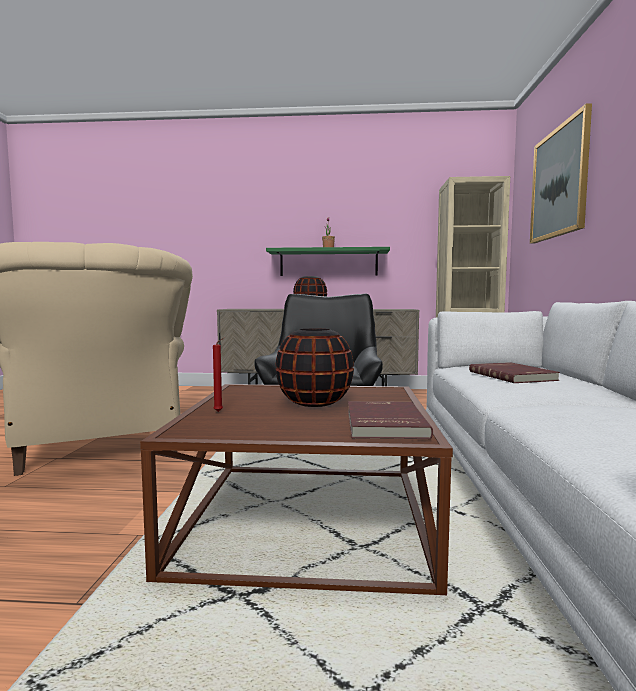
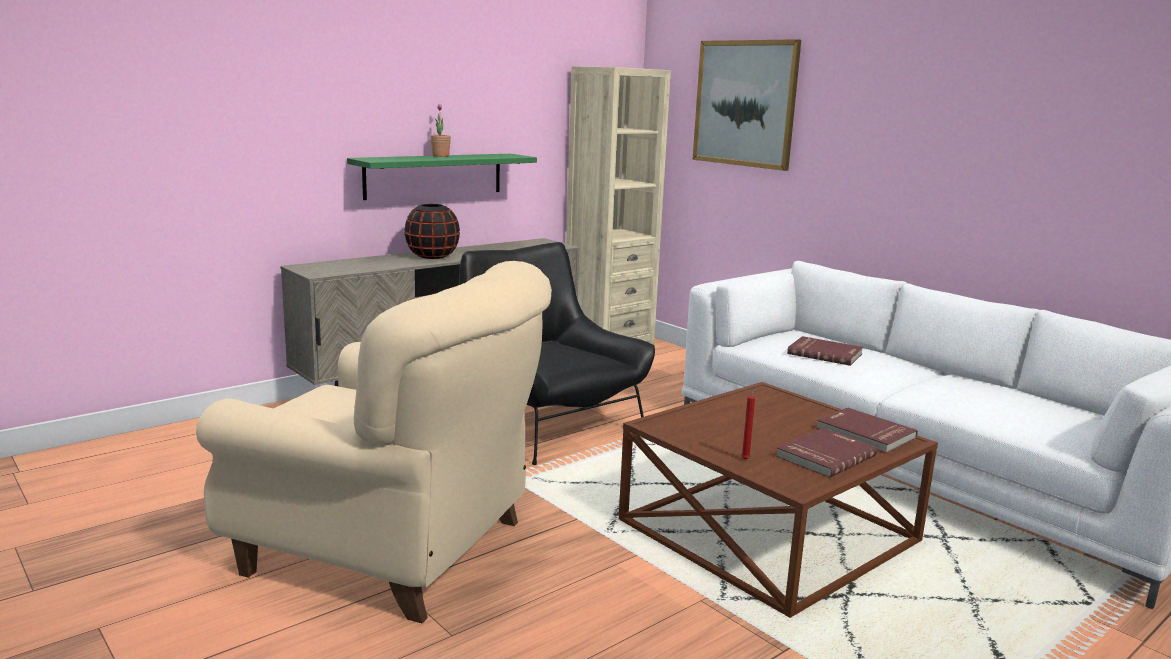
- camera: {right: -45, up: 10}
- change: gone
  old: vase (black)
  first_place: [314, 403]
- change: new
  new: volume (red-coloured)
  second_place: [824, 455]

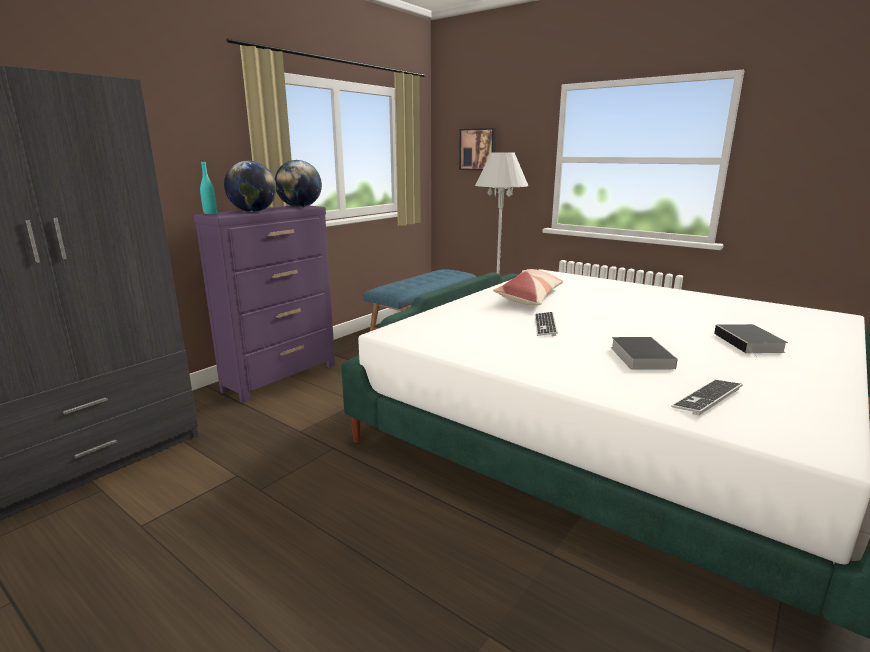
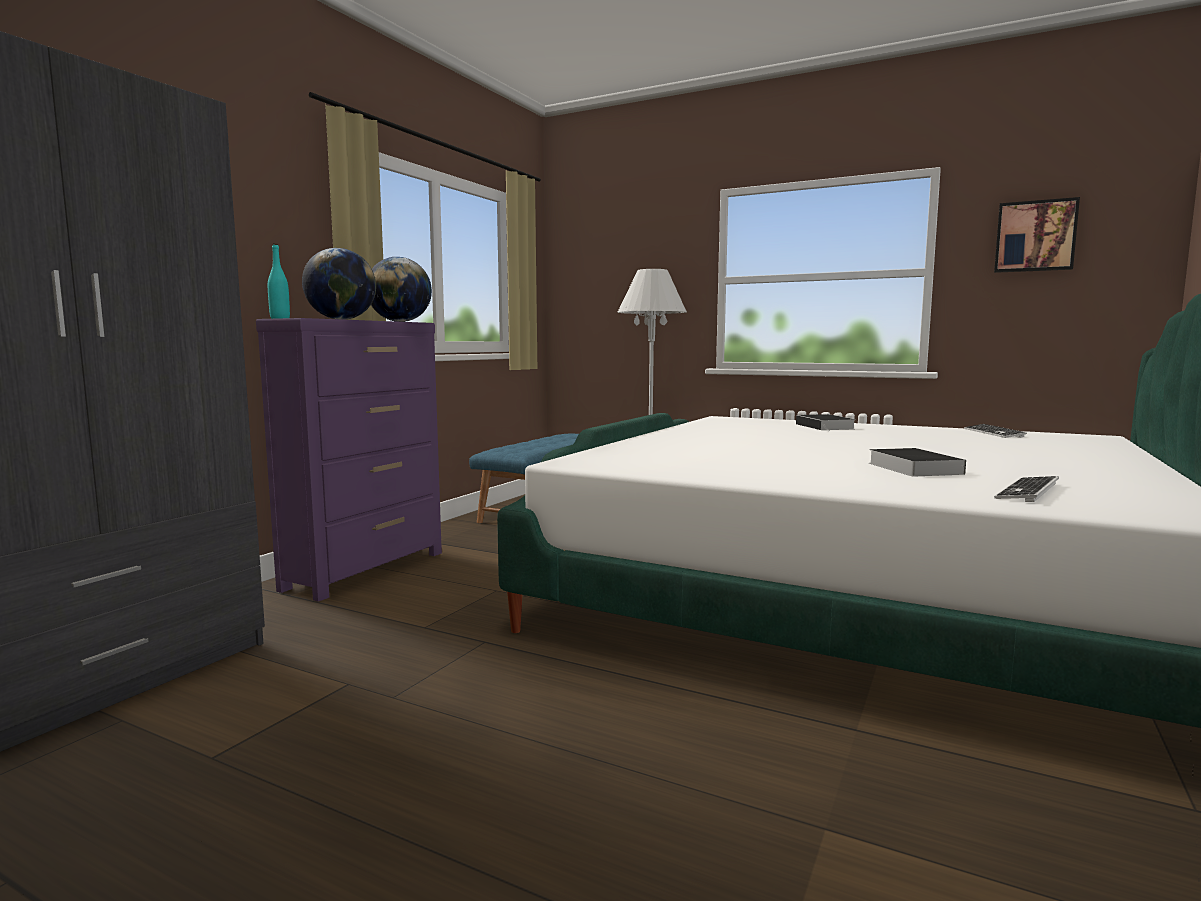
- camera: {right: -10, up: -10}
- change: shifted
  old: wall picture
  first_place: [478, 149]
  second_place: [1035, 236]
- change: gone
  old: cushion
  first_place: [530, 297]
- change: shifted
  old: keyboard
  first_place: [545, 325]
  second_place: [993, 433]
- change: shifted
  old: volume
  first_place: [750, 343]
  second_place: [826, 427]

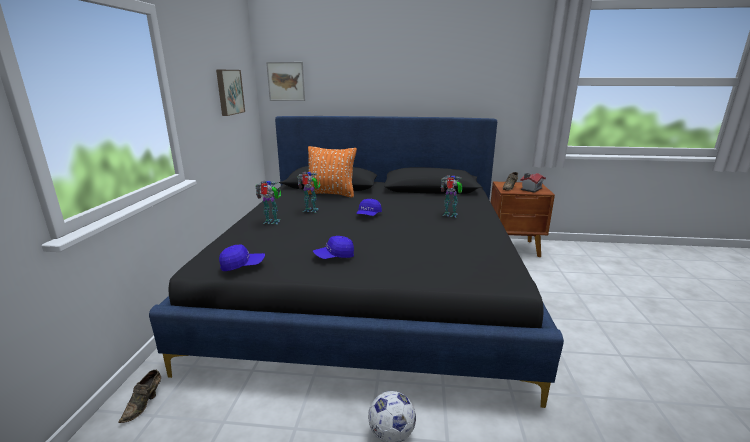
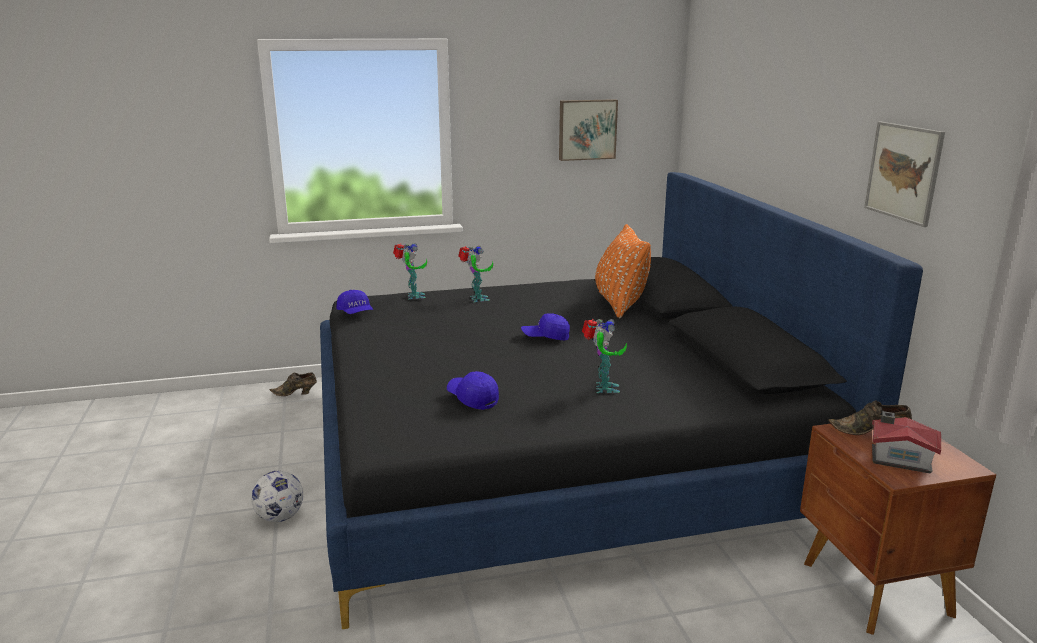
- camera: {right: 70, up: 0}
- change: shifted
  old: wall picture
  first_place: [286, 81]
  second_place: [903, 172]
- change: shifted
  old: model robot
  first_place: [311, 210]
  second_place: [413, 296]
- change: shifted
  old: cap (bluish)
  first_place: [334, 256]
  second_place: [472, 398]

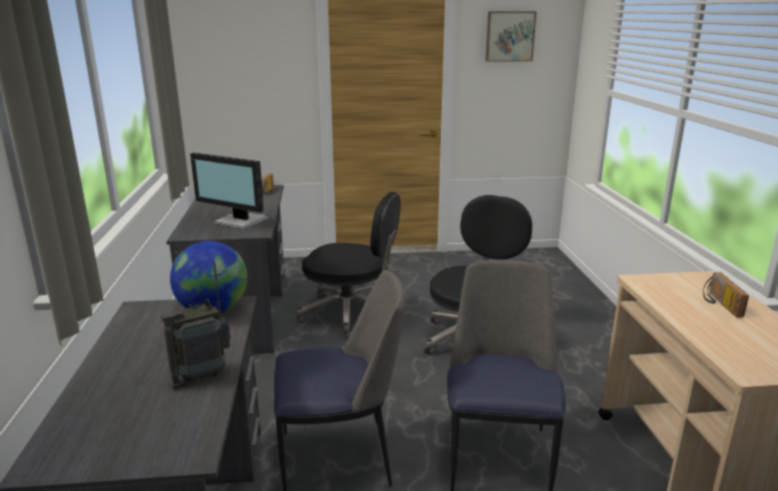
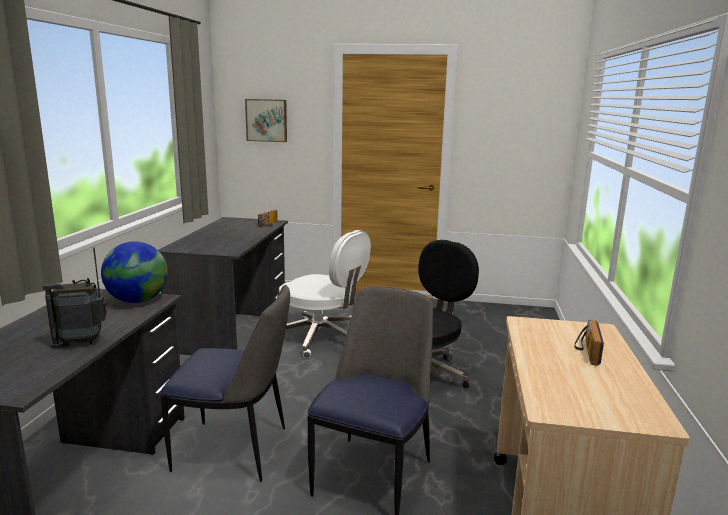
- camera: {right: 15, up: -5}
- change: gone
  old: computer screen
  first_place: [240, 221]
- change: repainted
  old: office chair (black)
  new: office chair (white-coloured)
  first_place: [351, 314]
  second_place: [321, 338]
- change: shifted
  old: wall picture
  first_place: [509, 36]
  second_place: [267, 120]

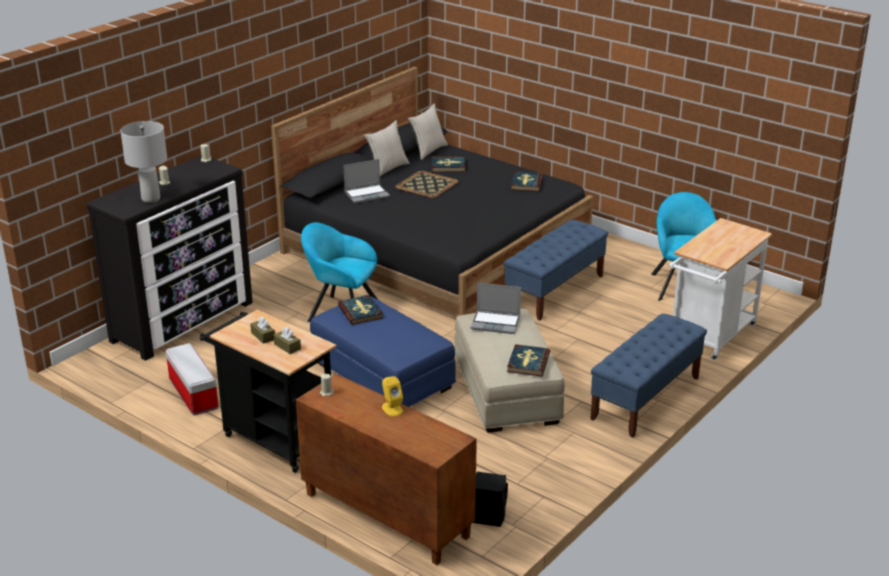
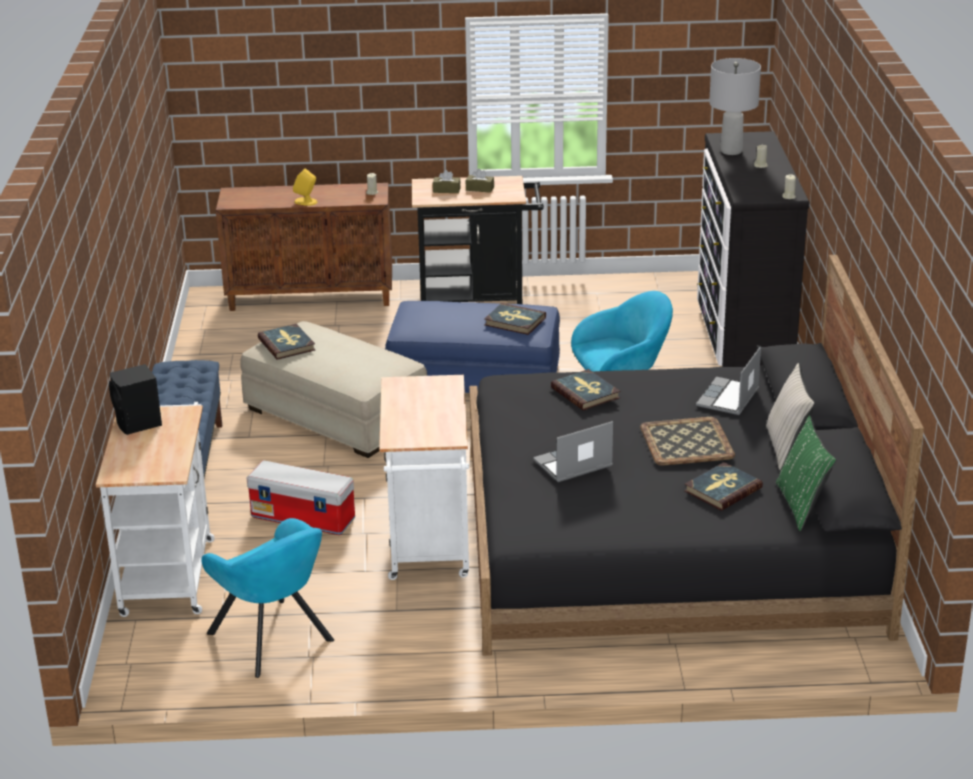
- camera: {right: 140, up: 0}
- change: shifted
  old: storage container
  first_place: [192, 393]
  second_place: [304, 518]
- change: repainted
  old: cushion (sand-coloured)
  new: cushion (green-coloured)
  first_place: [428, 151]
  second_place: [802, 505]
- change: shifted
  old: notebook computer
  first_place: [496, 323]
  second_place: [572, 464]
- change: shifted
  old: loudspeaker (black)
  first_place: [489, 515]
  second_place: [139, 424]
- change: swapped
  old: bench (bluish)
  new: wheeled cart (white-coloured)
  first_place: [555, 291]
  second_place: [429, 548]
- change: shifted
  old: volume
  first_place: [526, 183]
  second_place: [585, 393]

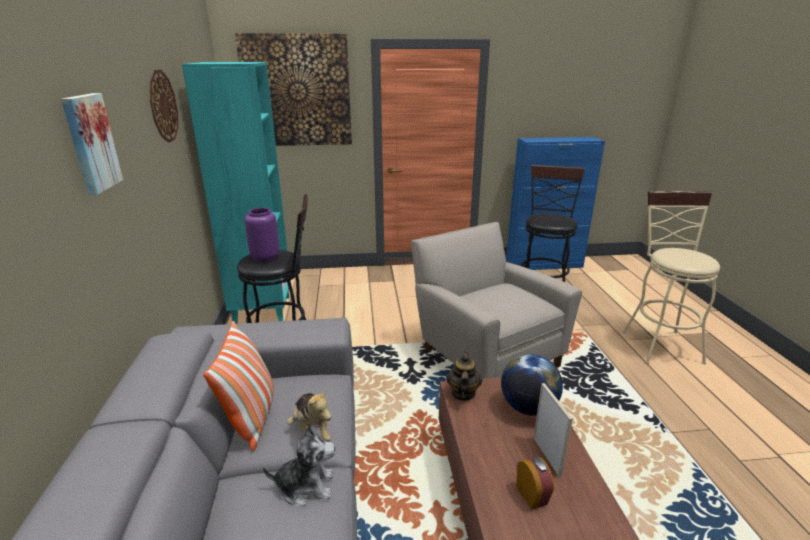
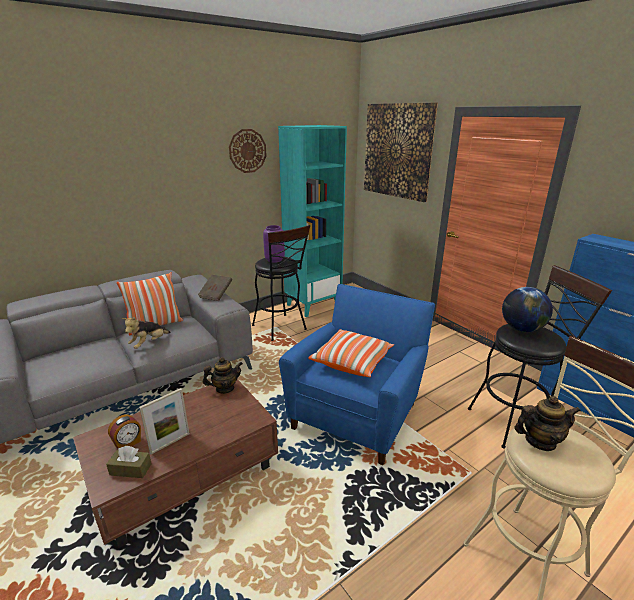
- camera: {right: 60, up: 0}
- change: gone
  old: wall picture
  first_place: [90, 143]
- change: gone
  old: cuddly toy
  first_place: [305, 486]
- change: repainted
  old: lounge chair (sand-coloured)
  new: lounge chair (bluish)
  first_place: [484, 353]
  second_place: [358, 412]
- change: shifted
  old: desk globe
  first_place: [528, 407]
  second_place: [522, 329]
- change: new
  new: box of tissues (brown)
  second_place: [130, 469]
- change: new
  new: volume (brown)
  second_place: [216, 294]
- change: new
  new: cushion
  second_place: [352, 361]
- change: new
  new: tea pot
  second_place: [540, 441]

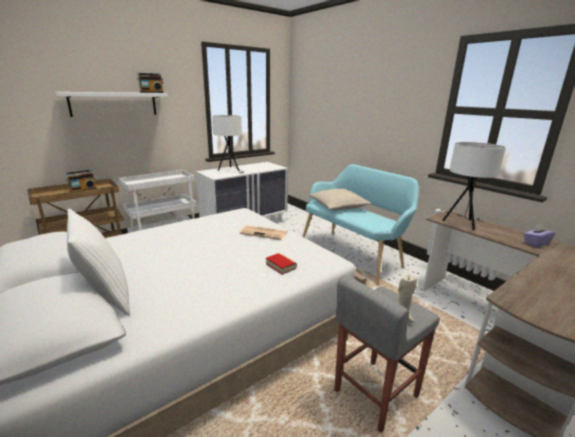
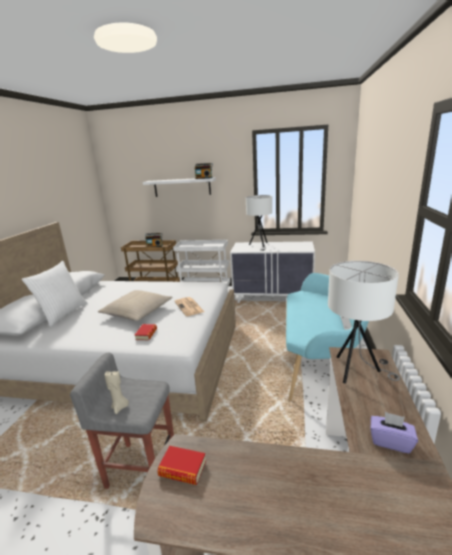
- camera: {right: 50, up: 0}
- change: shifted
  old: cushion (sand-coloured)
  first_place: [338, 206]
  second_place: [137, 311]
- change: new
  new: volume
  second_place: [182, 468]

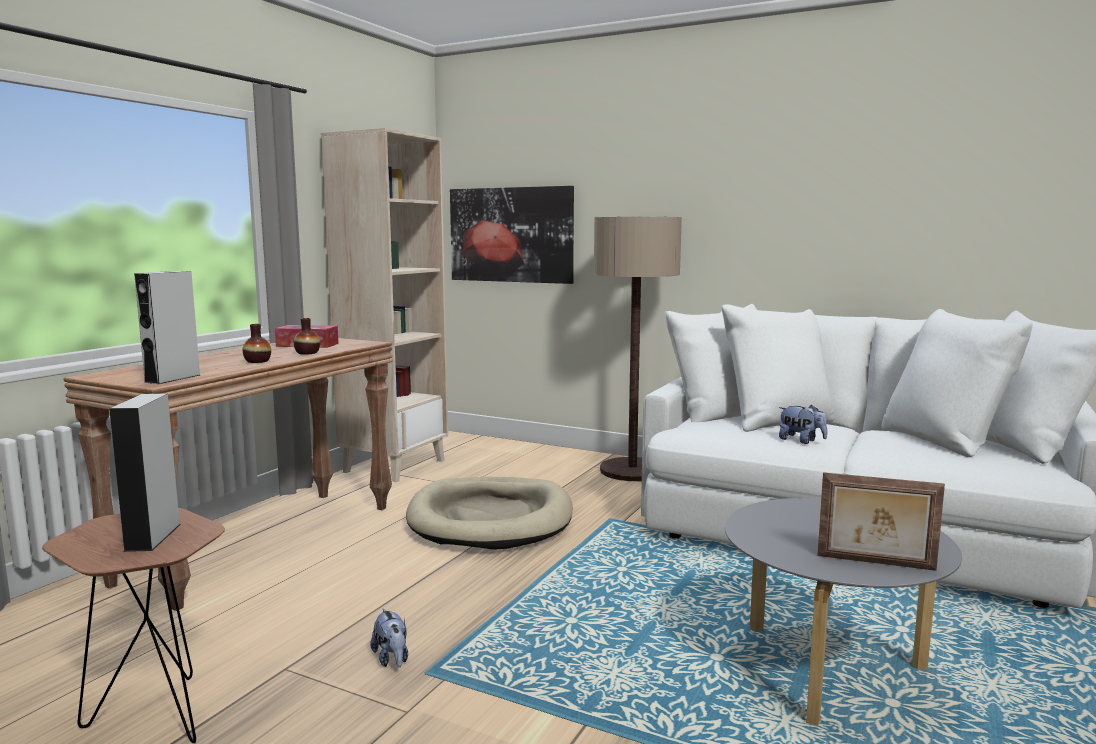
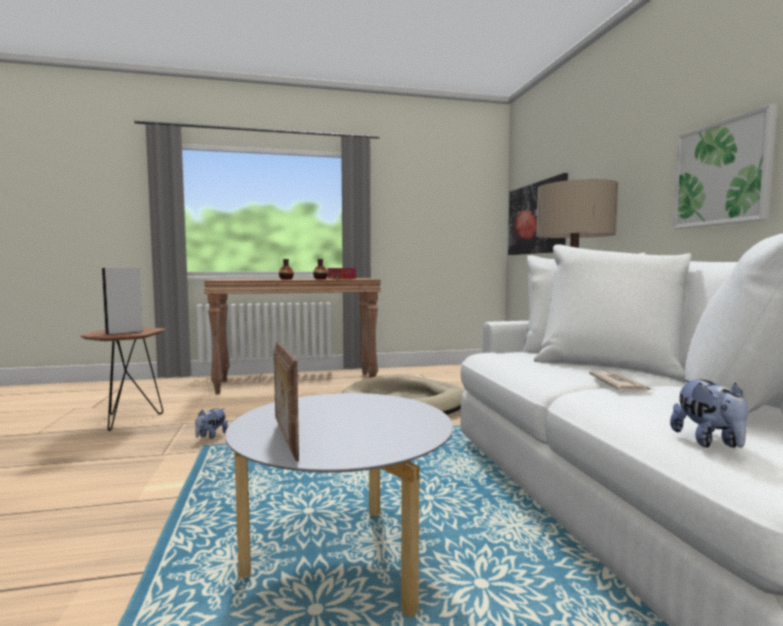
- camera: {right: 50, up: -5}
- change: gone
  old: loudspeaker (grey)
  first_place: [172, 378]
- change: gone
  old: bookcase (sand-coloured)
  first_place: [394, 465]
- change: shifted
  old: cuddly toy
  first_place: [801, 441]
  second_place: [709, 442]
- change: new
  new: newspaper
  second_place: [619, 384]
- change: new
  new: wall picture
  second_place: [721, 173]

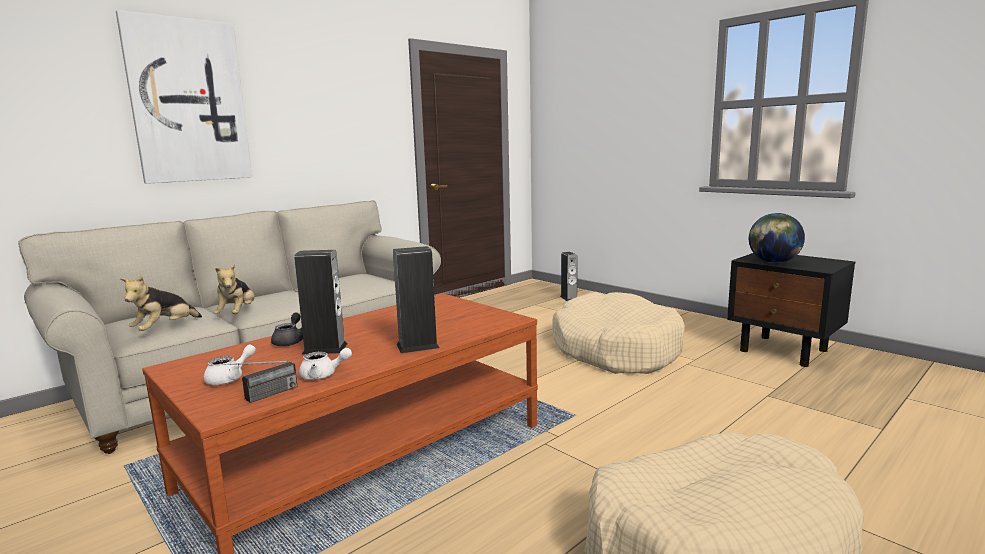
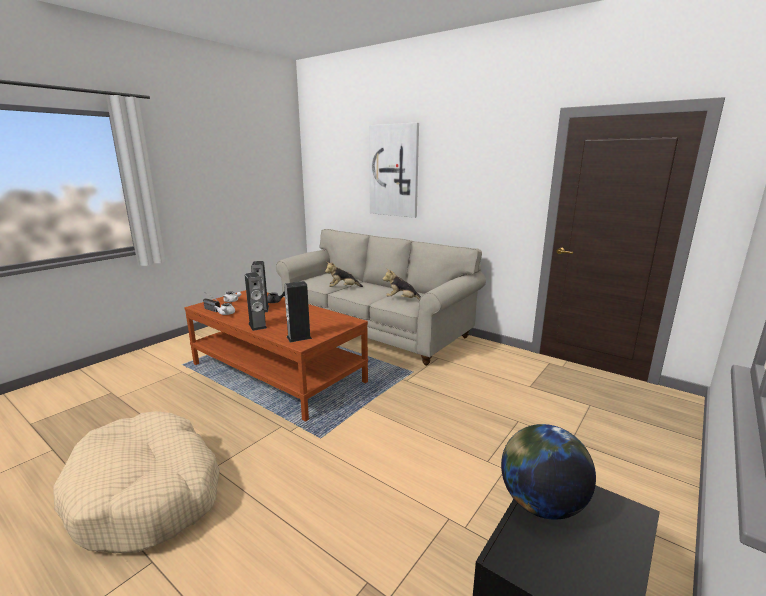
- camera: {right: 80, up: 5}
- change: shifted
  old: cuddly toy
  first_place: [165, 329]
  second_place: [402, 300]
- change: gone
  old: dog bed (sand-coloured)
  first_place: [615, 349]
- change: shifted
  old: loudspeaker
  first_place: [569, 298]
  second_place: [299, 337]

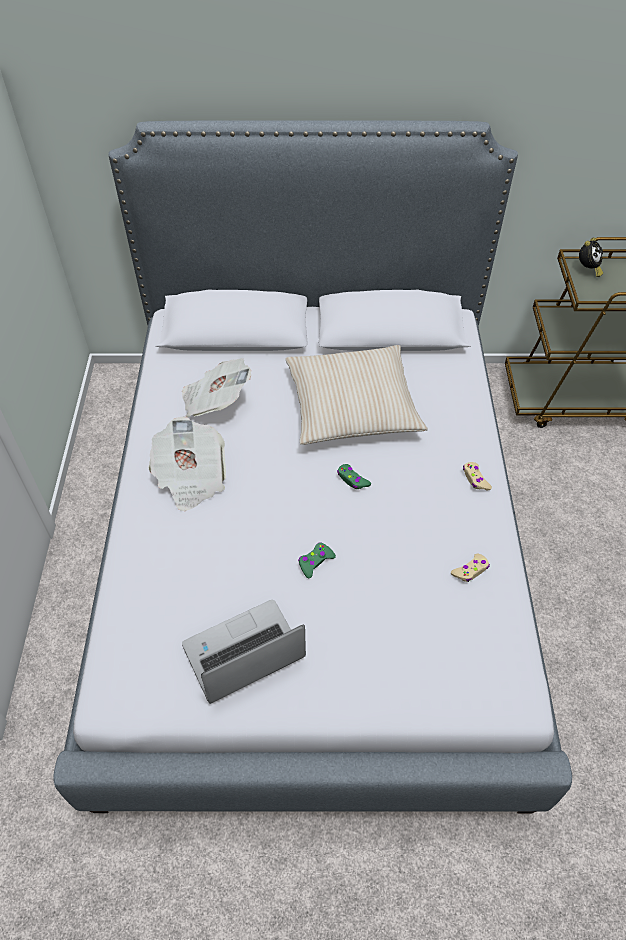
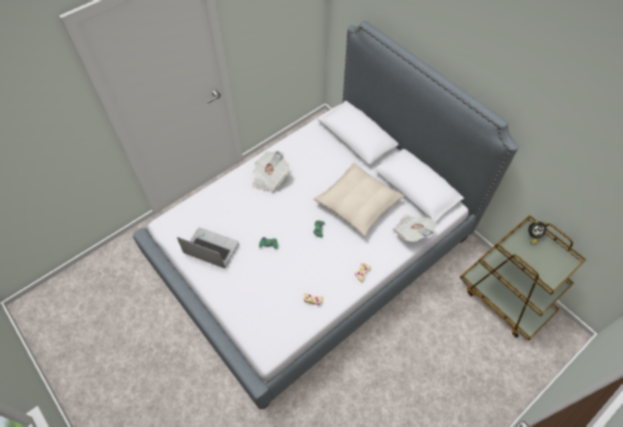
- camera: {right: 50, up: 5}
- change: shifted
  old: newspaper
  first_place: [215, 401]
  second_place: [412, 232]

